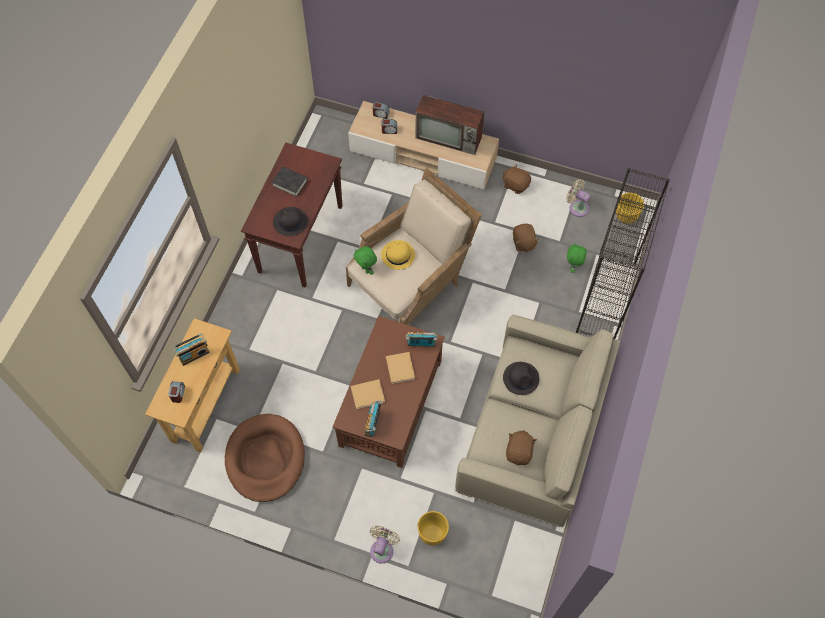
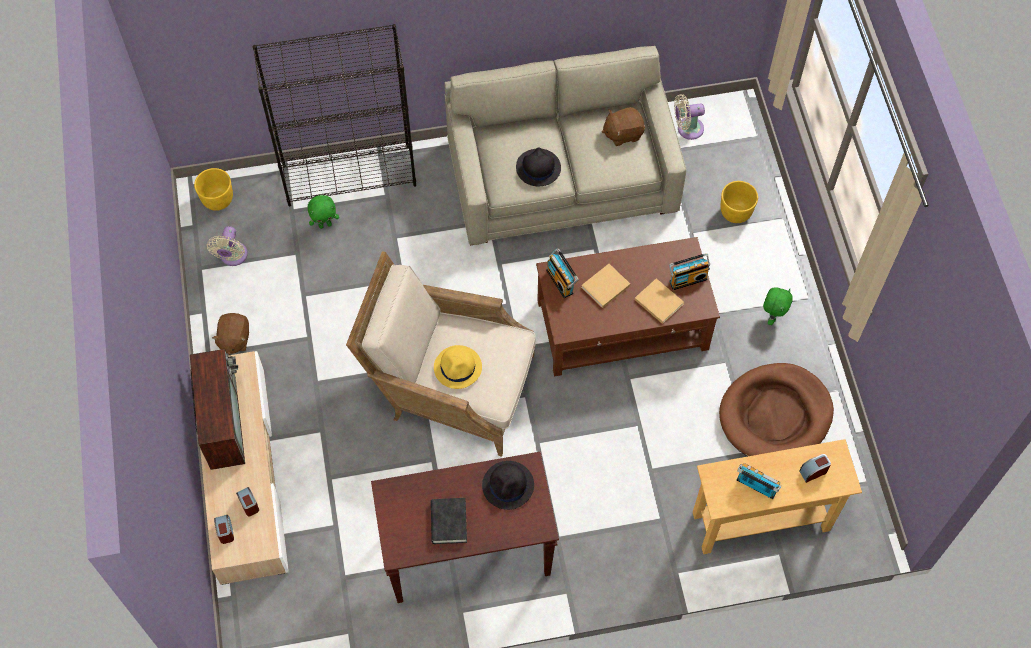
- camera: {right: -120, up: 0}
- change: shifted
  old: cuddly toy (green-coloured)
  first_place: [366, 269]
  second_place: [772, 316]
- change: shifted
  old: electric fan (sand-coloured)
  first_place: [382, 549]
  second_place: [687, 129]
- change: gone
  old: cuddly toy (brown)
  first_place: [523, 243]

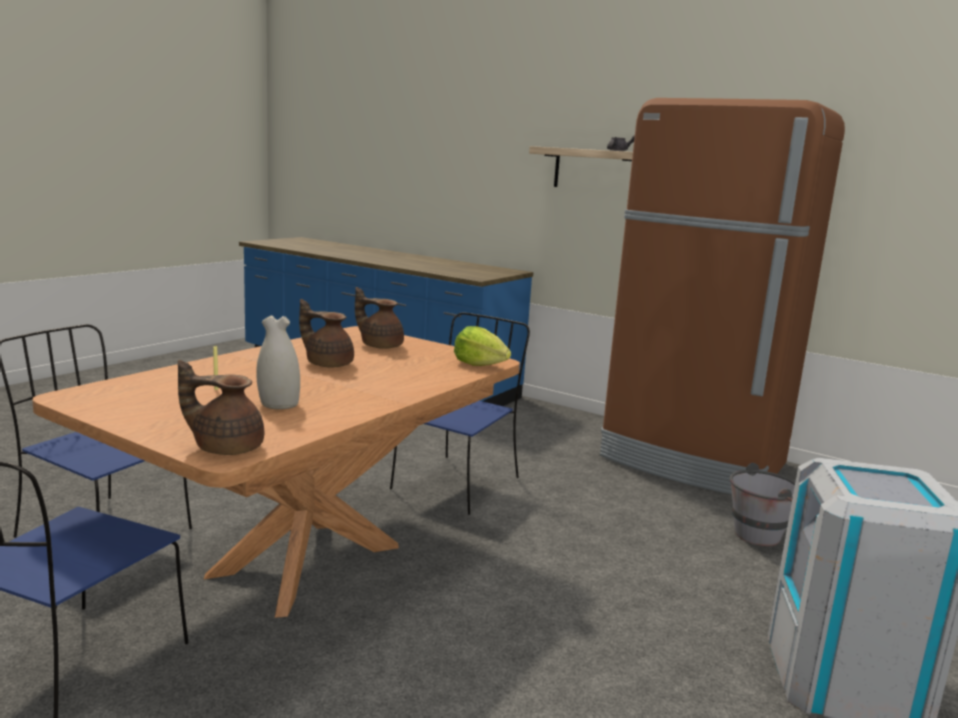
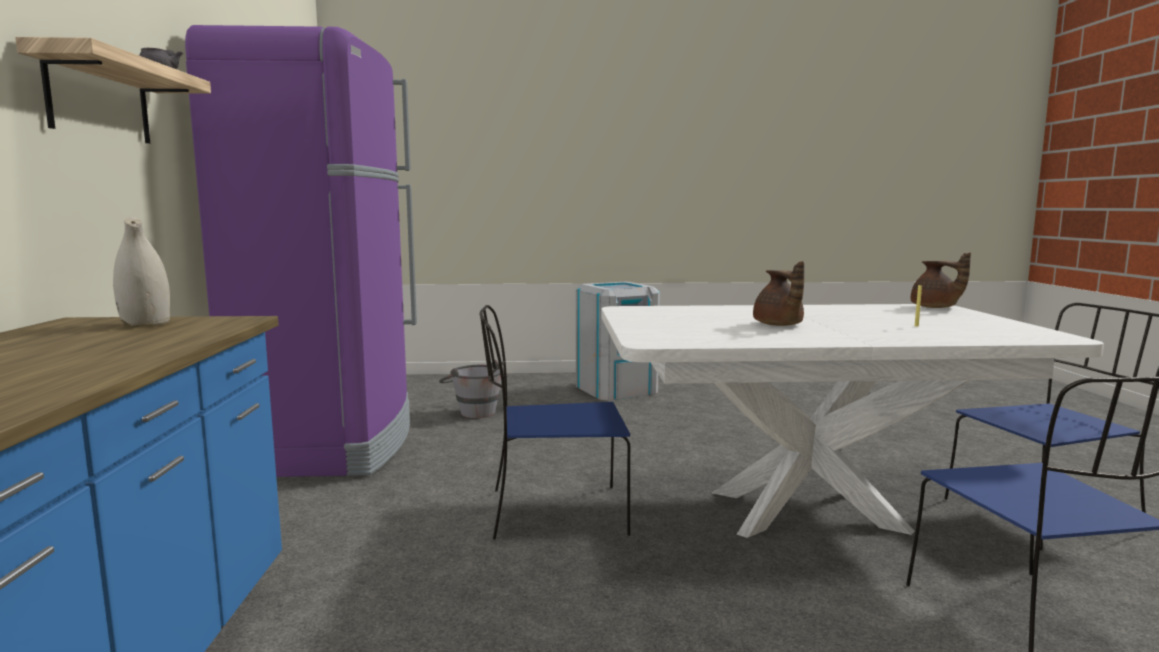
- camera: {right: -125, up: -5}
- change: repainted
  old: dining table (brown)
  new: dining table (white-coloured)
  first_place: [308, 561]
  second_place: [805, 510]
- change: shifted
  old: vase (white-coloured)
  first_place: [278, 404]
  second_place: [145, 324]
- change: gone
  old: tea pot (brown)
  first_place: [380, 345]
- change: gone
  old: head of lettuce
  first_place: [479, 364]
- change: repainted
  old: fridge (brown)
  new: fridge (purple-coloured)
  first_place: [693, 461]
  second_place: [331, 445]

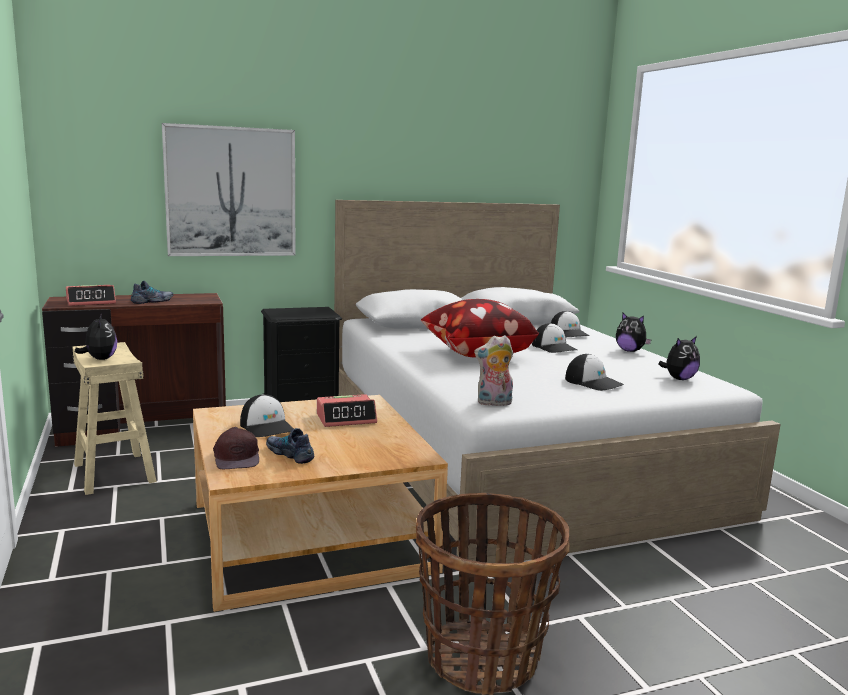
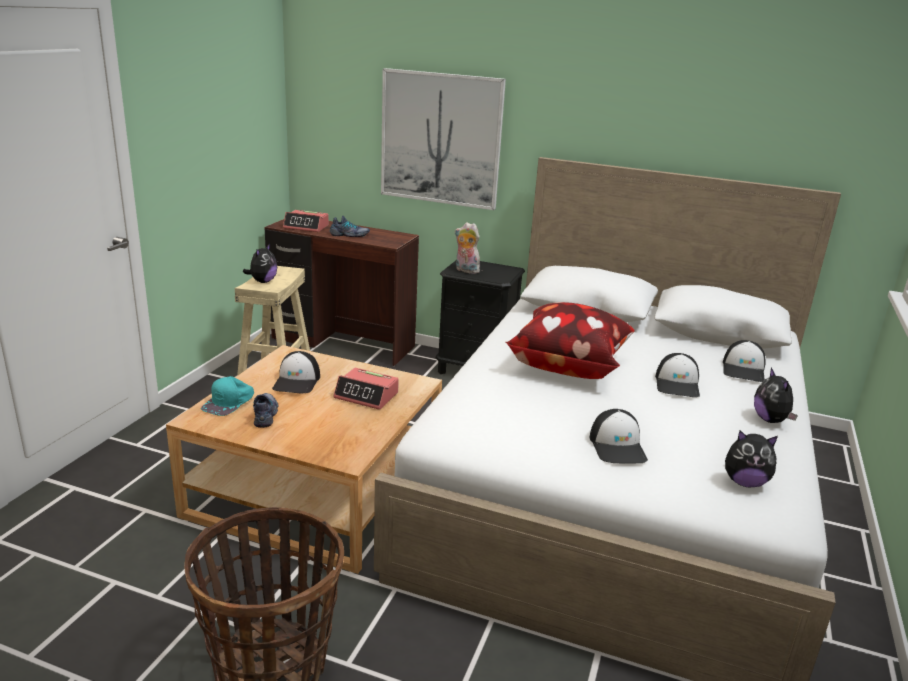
- camera: {right: 40, up: 10}
- change: repainted
  old: cap (brown)
  new: cap (turquoise)
  first_place: [237, 457]
  second_place: [229, 402]
- change: shifted
  old: cuddly toy
  first_place: [493, 403]
  second_place: [465, 270]

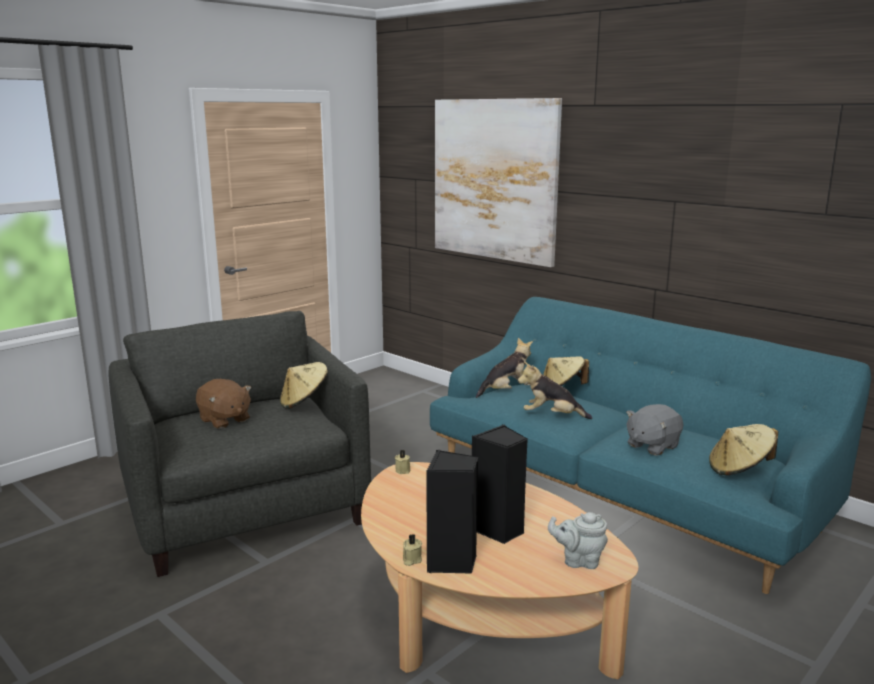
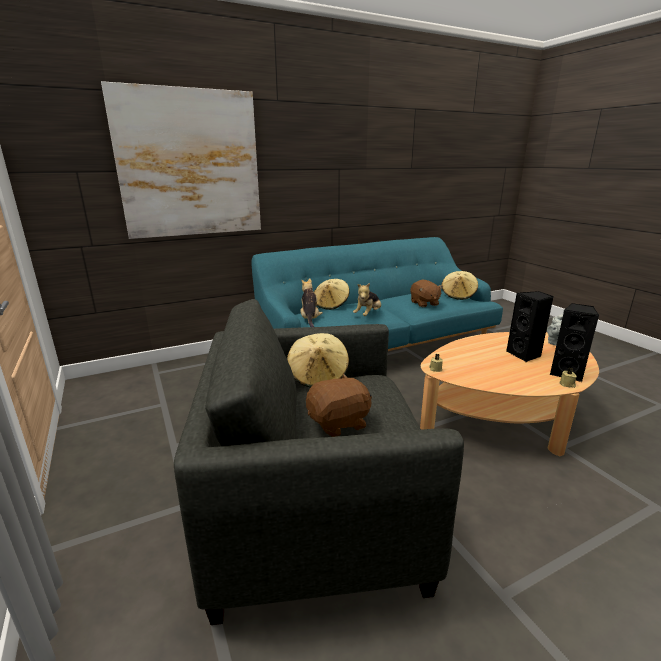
- camera: {right: -70, up: 5}
- change: repainted
  old: cuddly toy (grey)
  new: cuddly toy (brown)
  first_place: [652, 445]
  second_place: [424, 303]

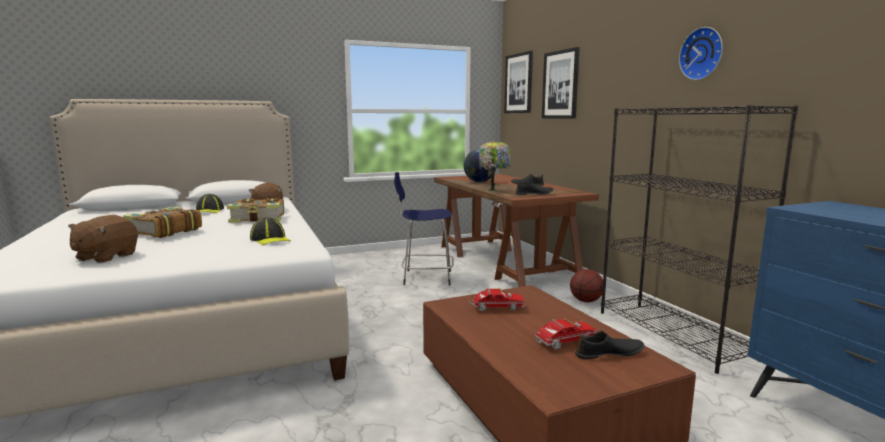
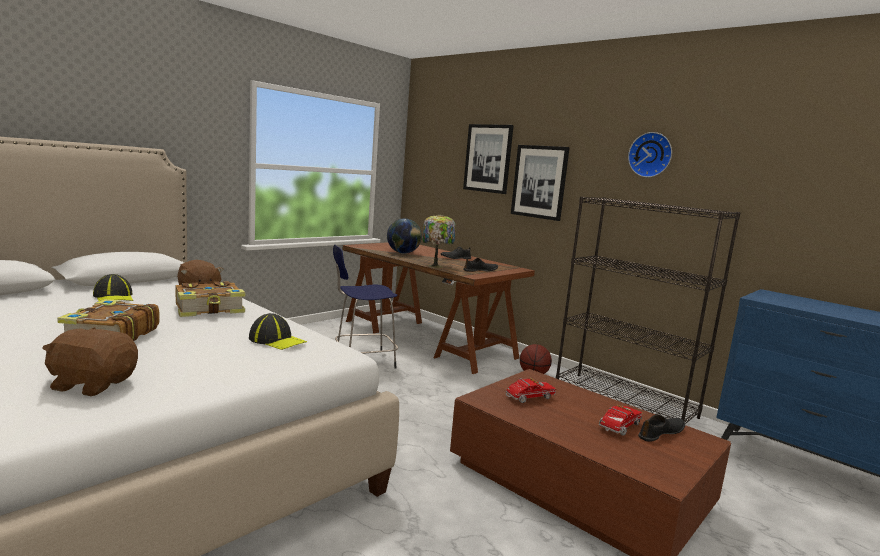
- camera: {right: -25, up: 0}
- change: rotated
  old: cuddly toy (brown)
  first_place: [106, 257]
  second_place: [93, 384]
  degrees: 105
- change: shifted
  old: wall picture
  first_place: [519, 83]
  second_place: [539, 182]

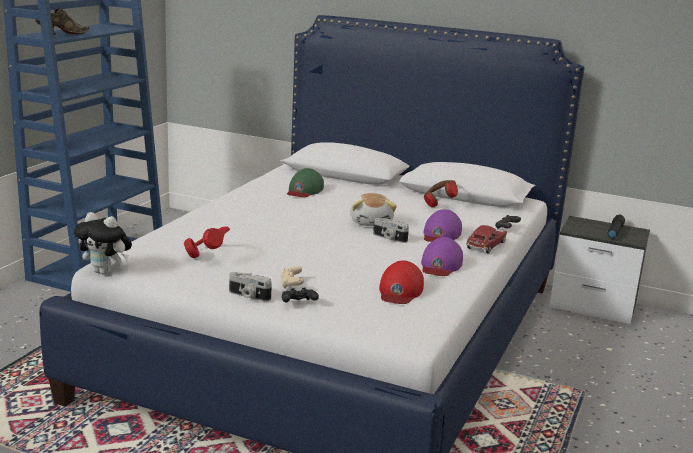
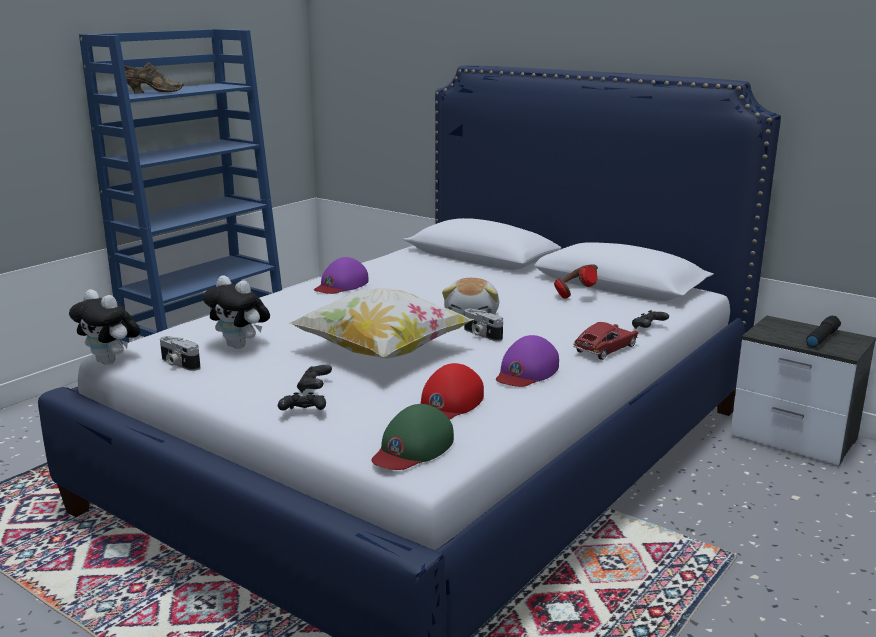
- camera: {right: 15, up: 0}
- change: swapped
  old: headphones (red-coloured)
  new: cuddly toy
  first_place: [208, 254]
  second_place: [240, 346]
- change: shifted
  old: photo camera
  first_place: [248, 296]
  second_place: [178, 364]
- change: repainted
  old: gamepad (sand-coloured)
  new: gamepad (black)
  first_place: [291, 284]
  second_place: [314, 387]
- change: shifted
  old: cap (green-coloured)
  first_place: [304, 190]
  second_place: [412, 448]
- change: shifted
  old: cap (purple-coloured)
  first_place: [441, 234]
  second_place: [341, 285]
- change: new
  new: cushion
  second_place: [382, 353]

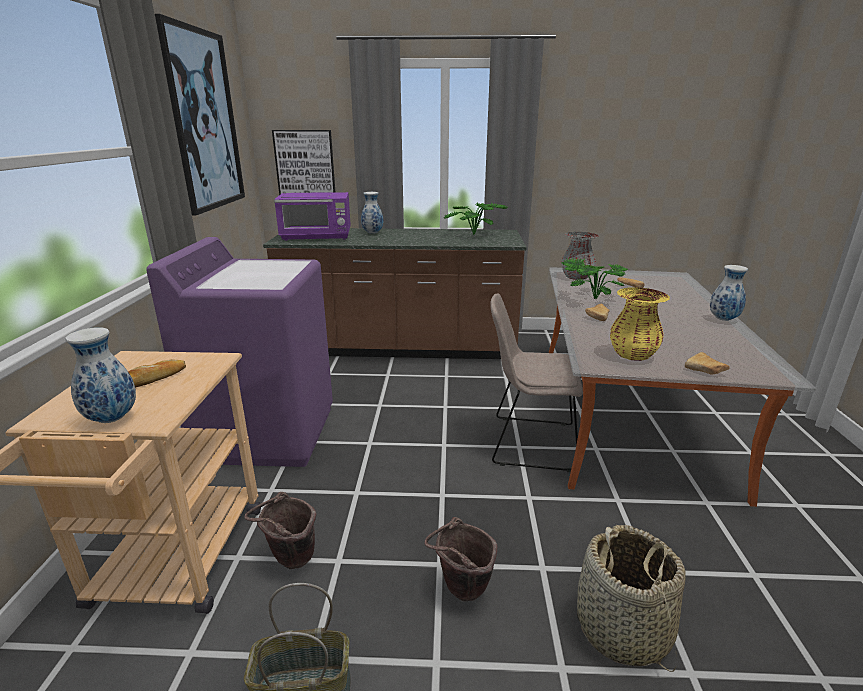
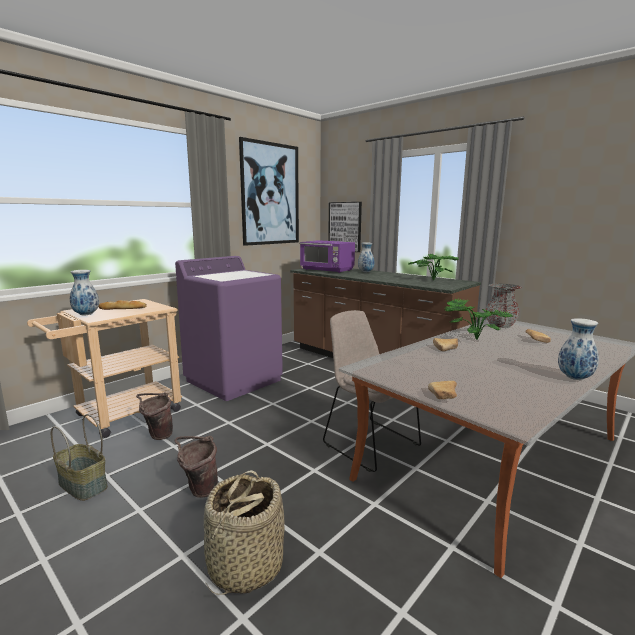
- camera: {right: 40, up: -10}
- change: gone
  old: vase (yellow)
  first_place: [632, 354]

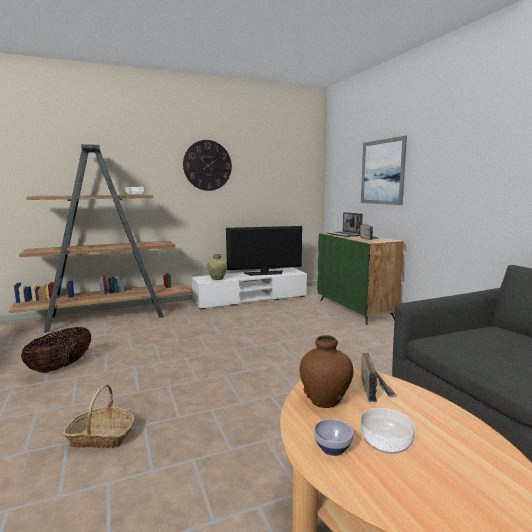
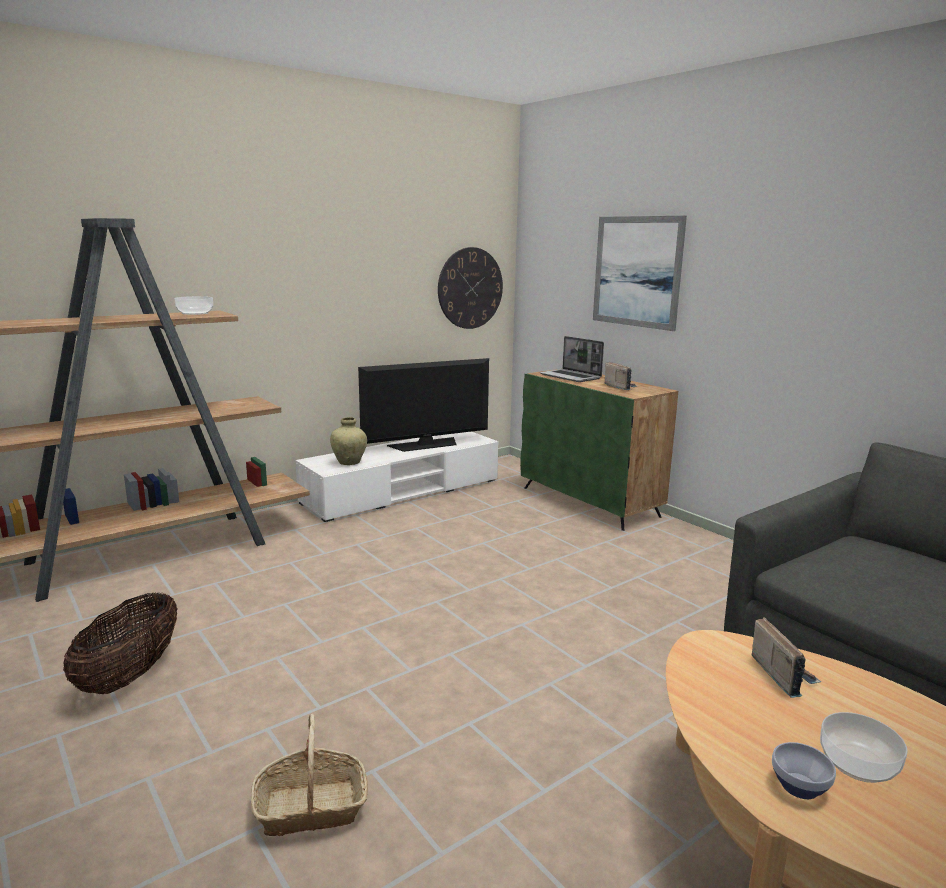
- camera: {right: -15, up: 5}
- change: shifted
  old: clock on the wall
  first_place: [207, 165]
  second_place: [470, 288]
- change: gone
  old: vase (brown)
  first_place: [325, 401]

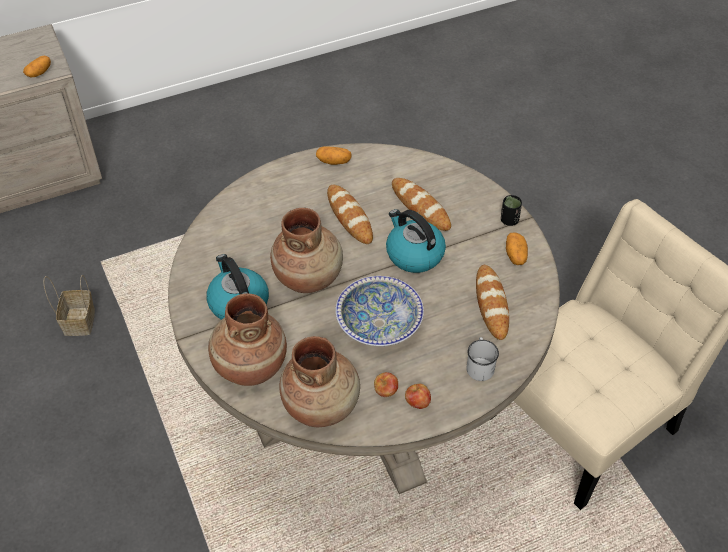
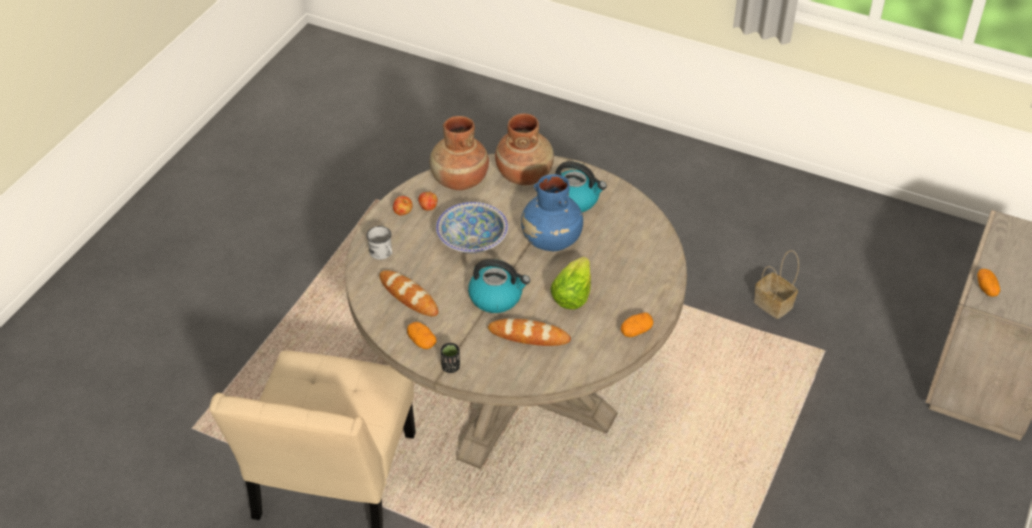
- camera: {right: 140, up: -5}
- change: repainted
  old: vase (brown)
  new: vase (bluish)
  first_place: [308, 276]
  second_place: [551, 240]
- change: swapped
  old: bakery bread
  new: head of lettuce
  first_place: [349, 217]
  second_place: [572, 296]

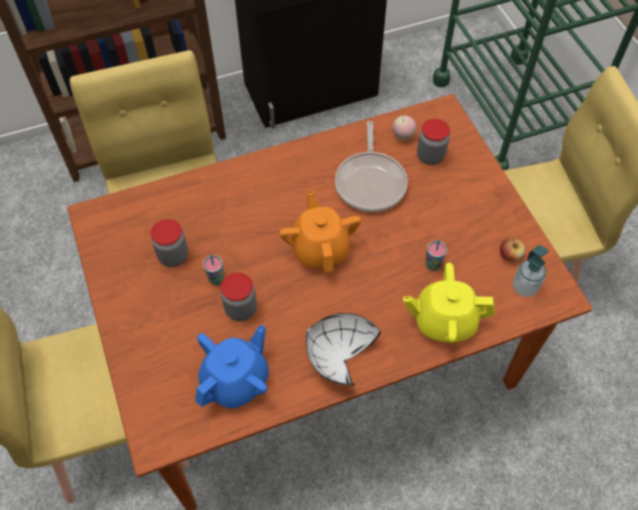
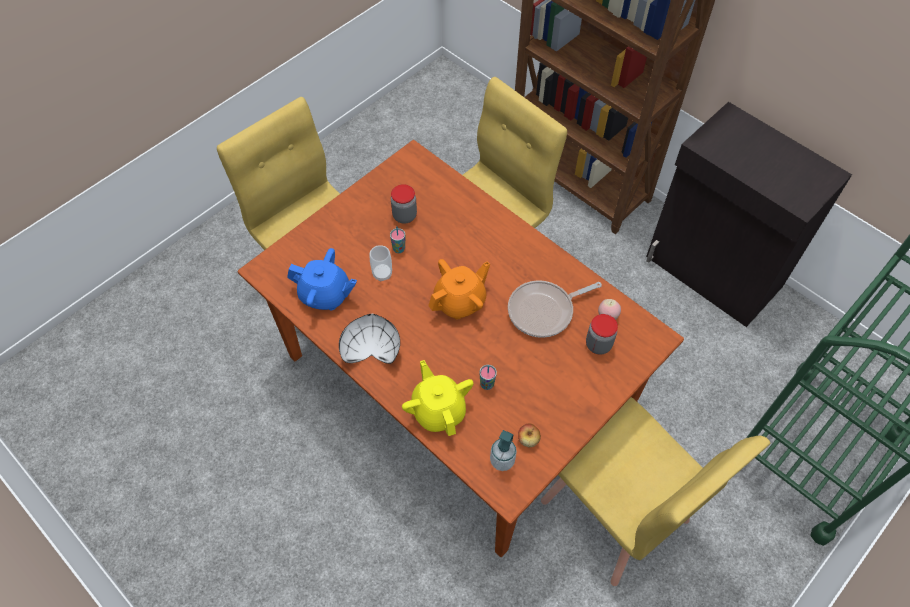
- camera: {right: 65, up: 0}
- change: swapped
  old: jar
  new: cup
  first_place: [241, 309]
  second_place: [382, 274]

